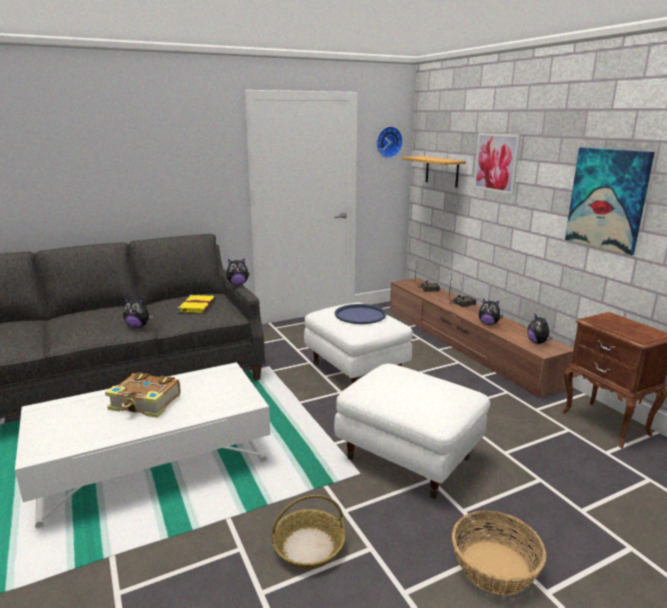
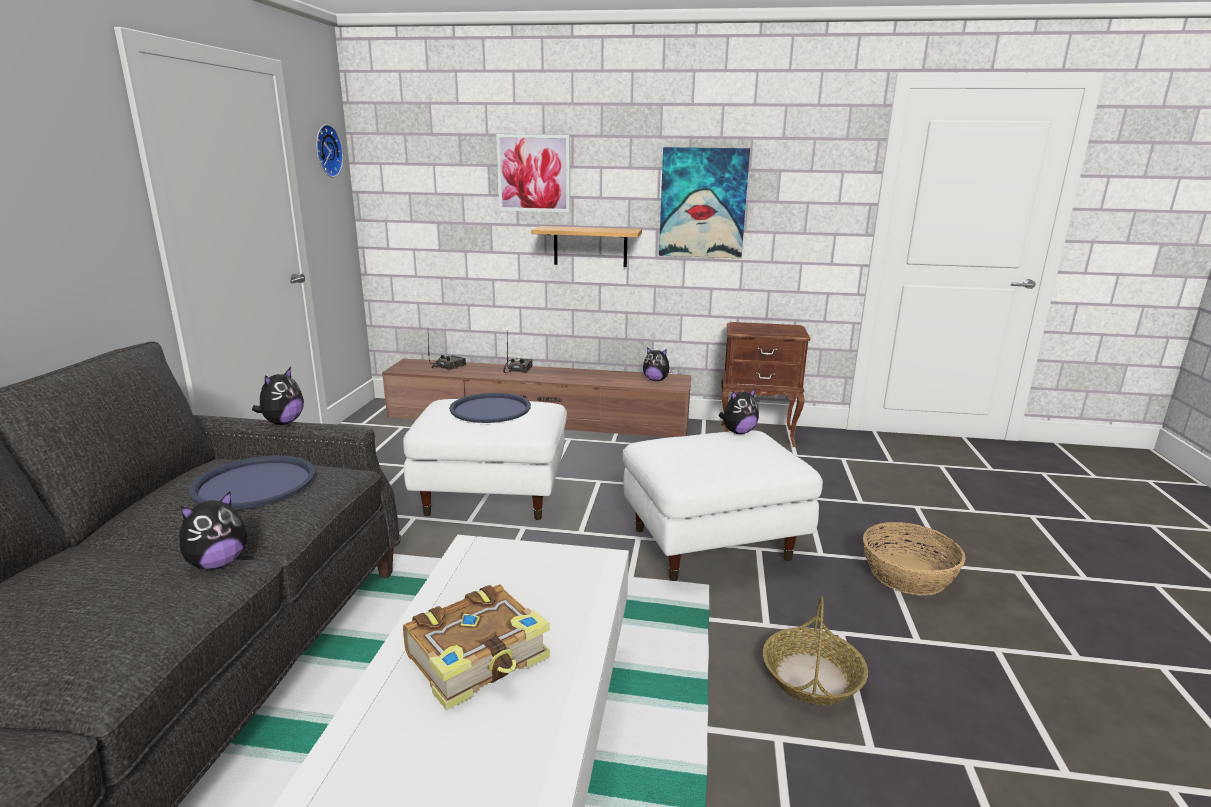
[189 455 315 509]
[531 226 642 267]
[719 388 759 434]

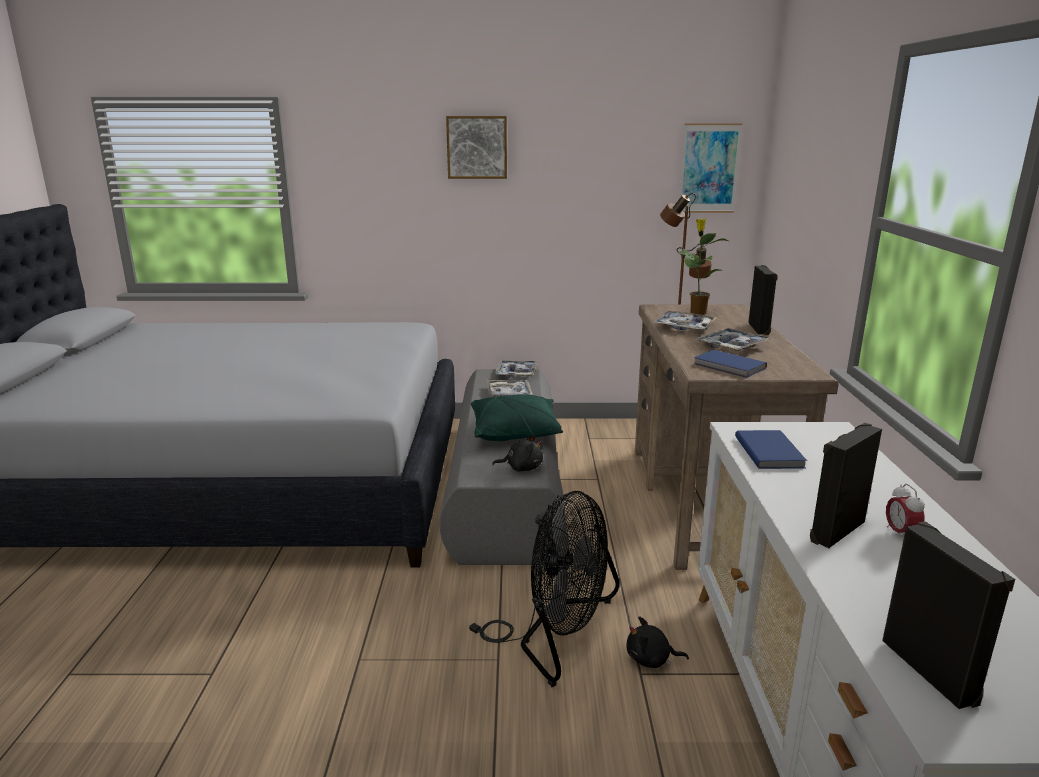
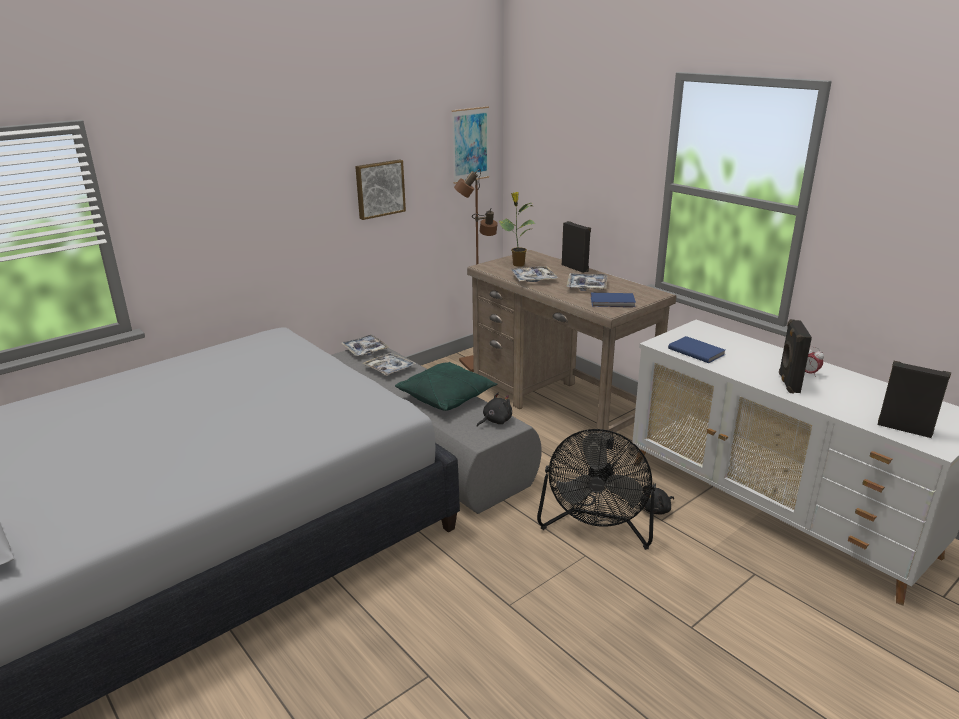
[355 159 406 220]
[537 429 656 550]

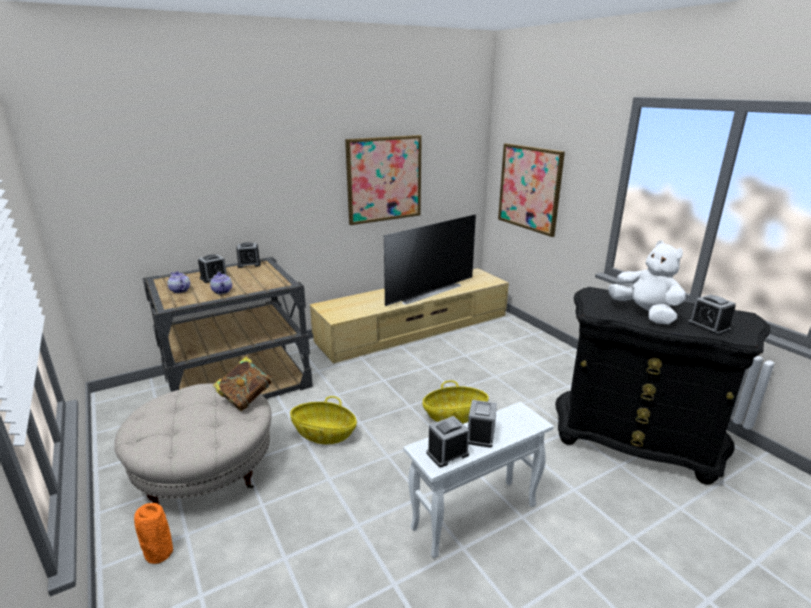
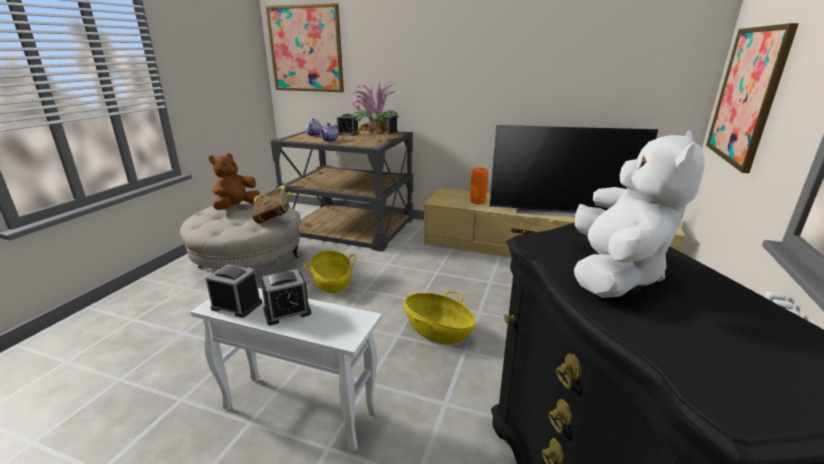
[209 153 260 210]
[266 3 344 92]
[350 82 399 137]
[470 167 488 204]
[688 294 736 335] (first image)

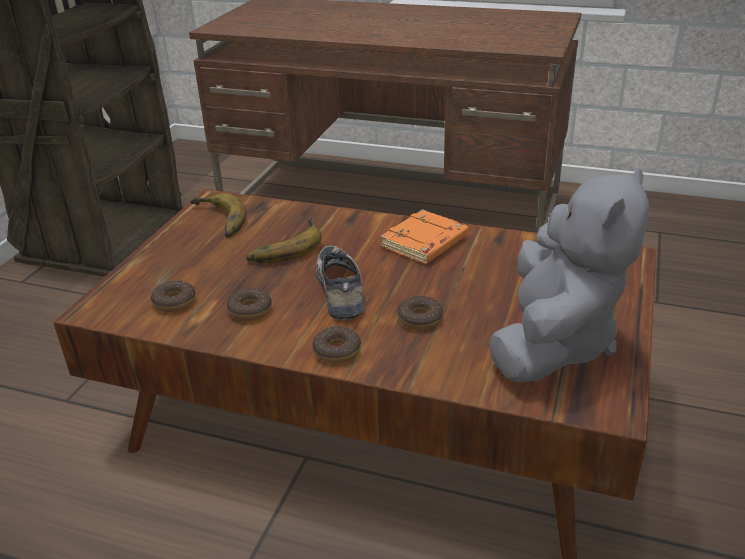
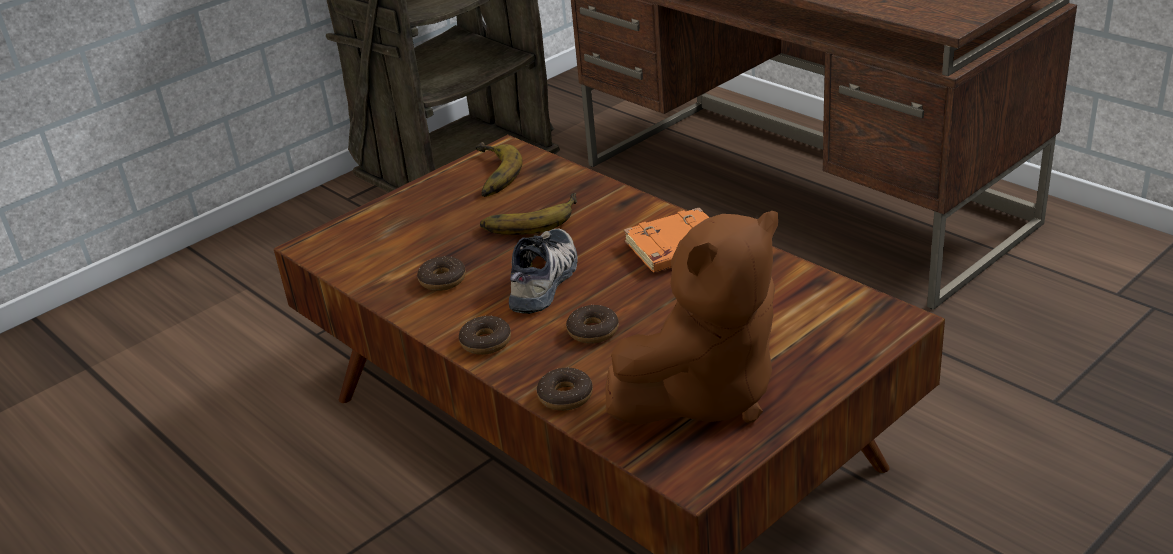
[537 368 593 411]
[605 211 778 425]

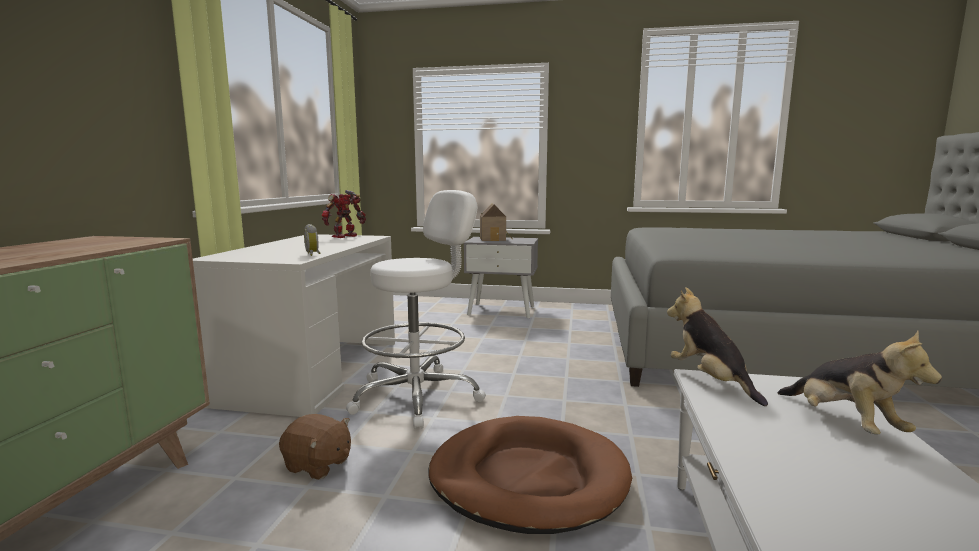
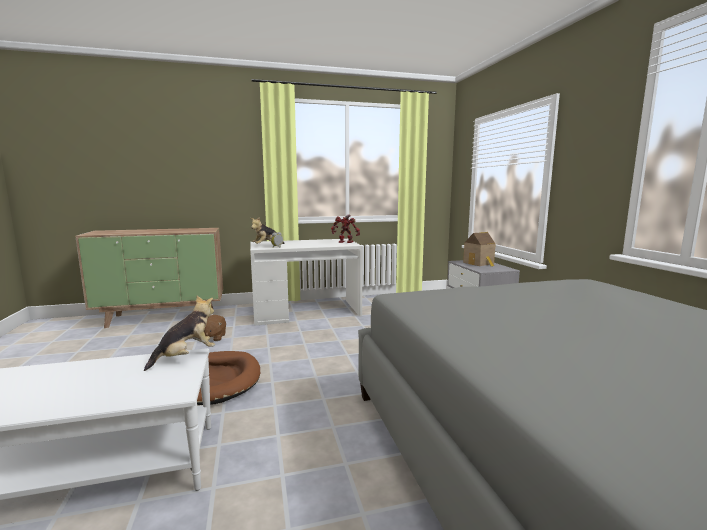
[251 217 285 244]
[346 190 486 429] (first image)

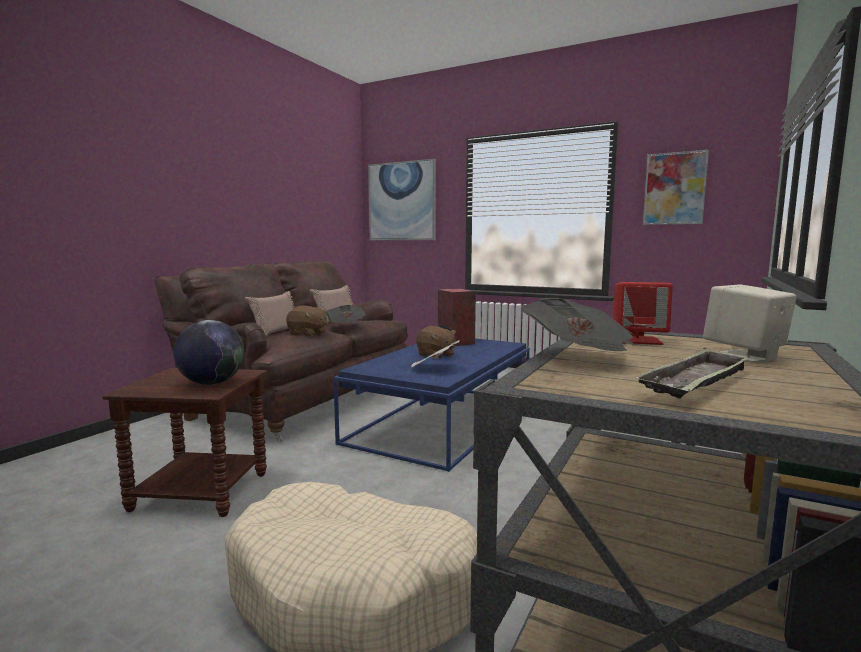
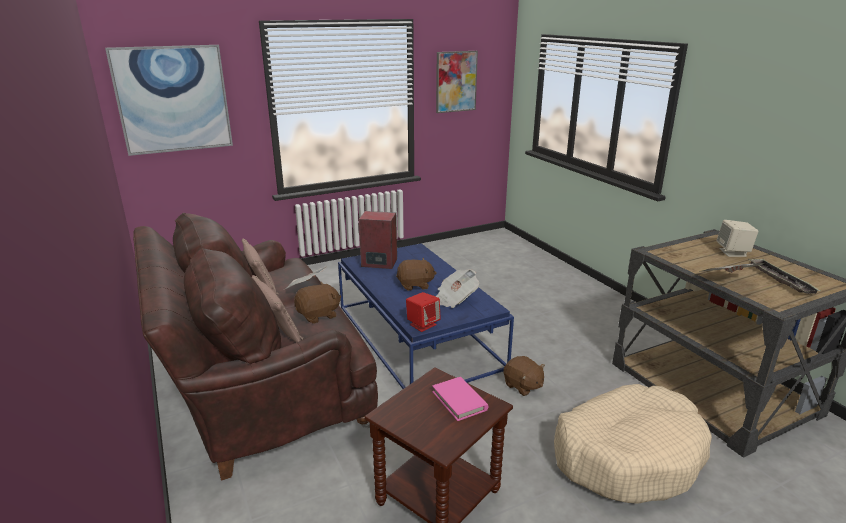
[406 292 441 332]
[432 377 488 421]
[503 356 545 396]

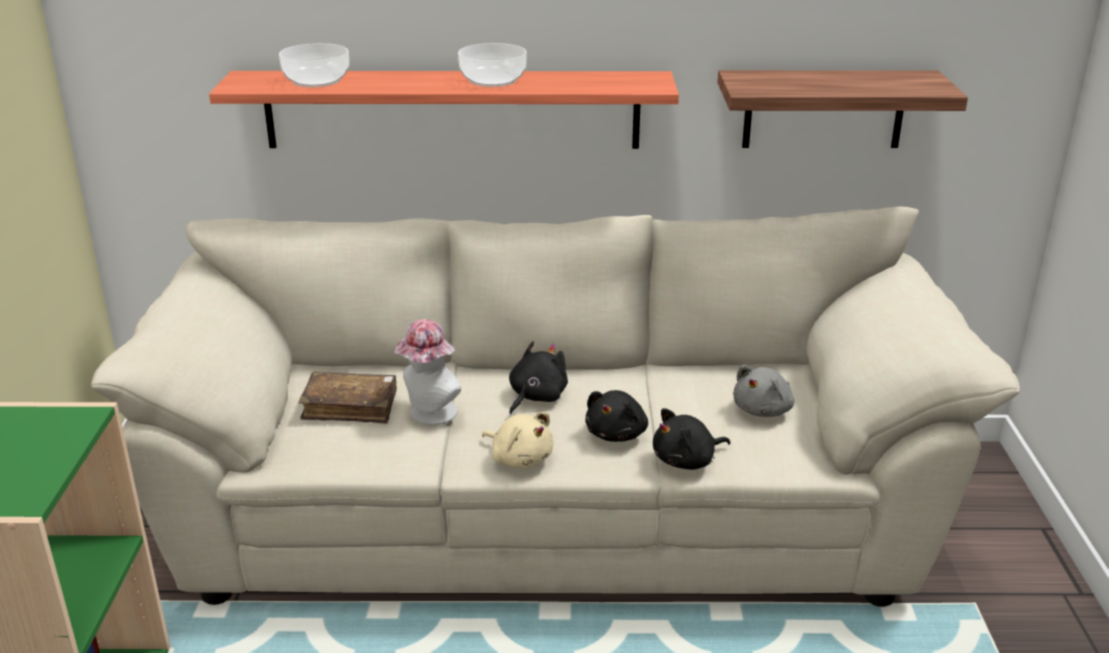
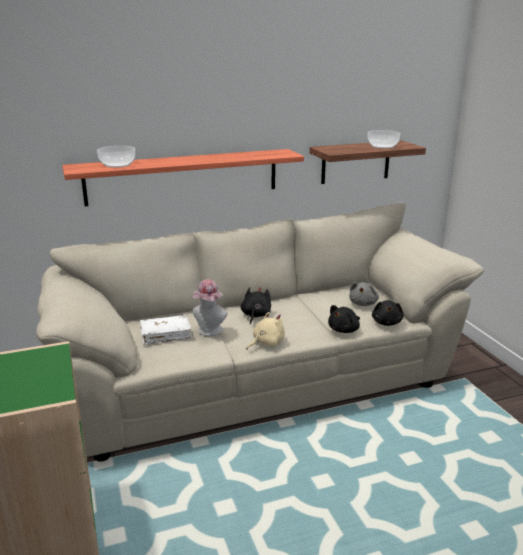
[140 315 191 345]
[246 312 285 349]
[368 130 400 149]
[372 300 404 326]

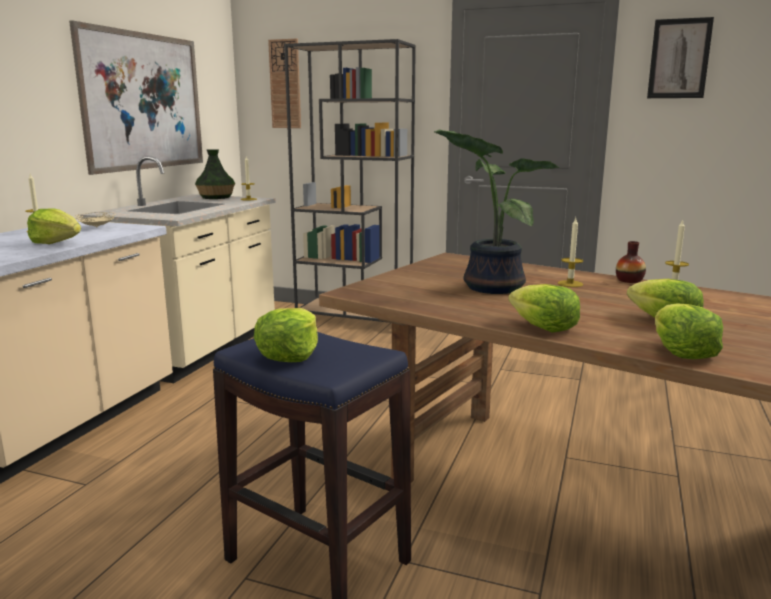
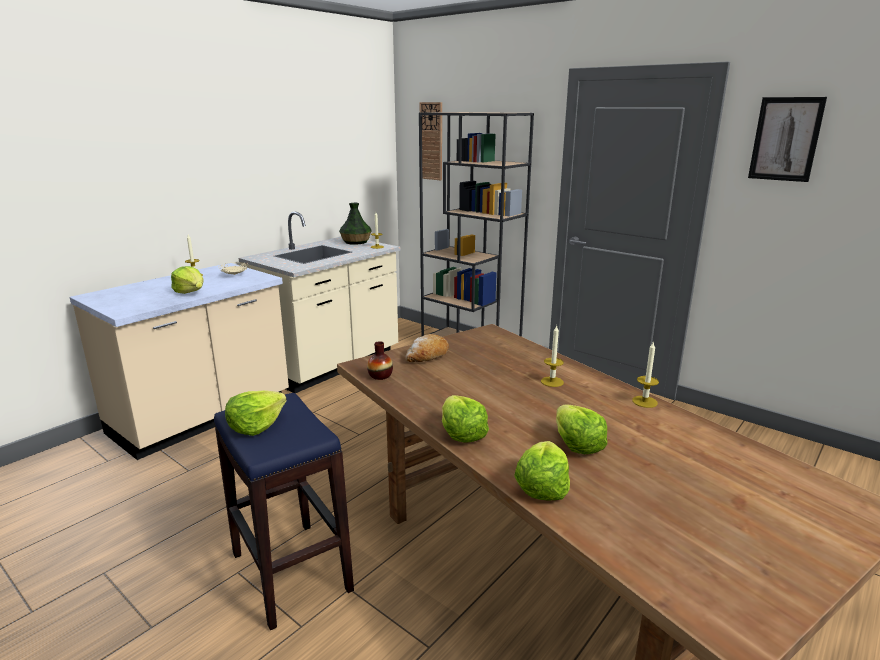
[367 341 393 380]
[406 334 449 362]
[69 20 203 175] (first image)
[434 129 560 294] (first image)

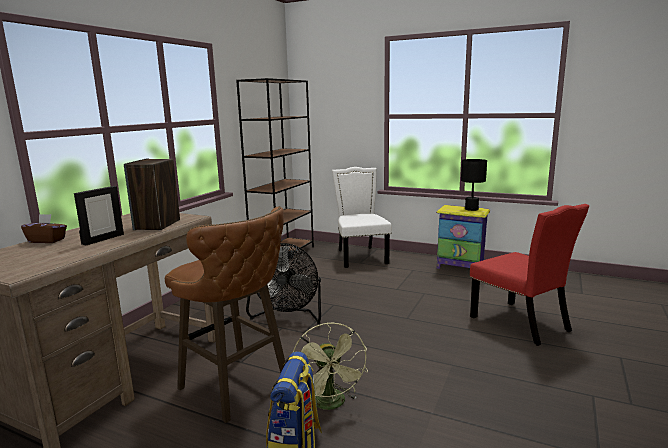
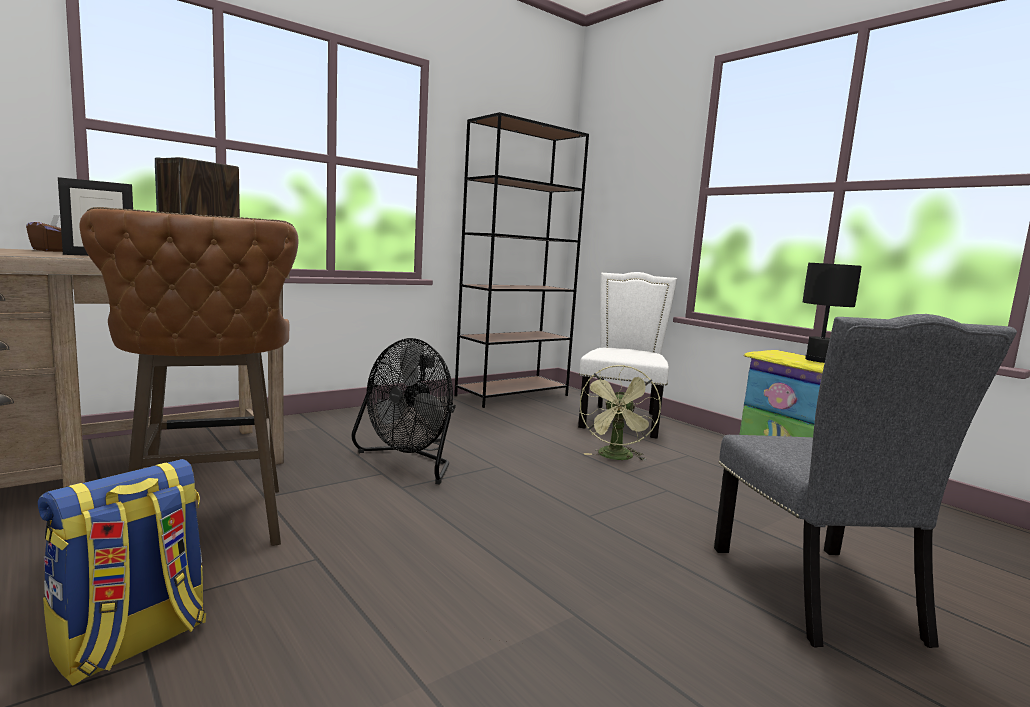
[580 365 661 461]
[714 314 1017 648]

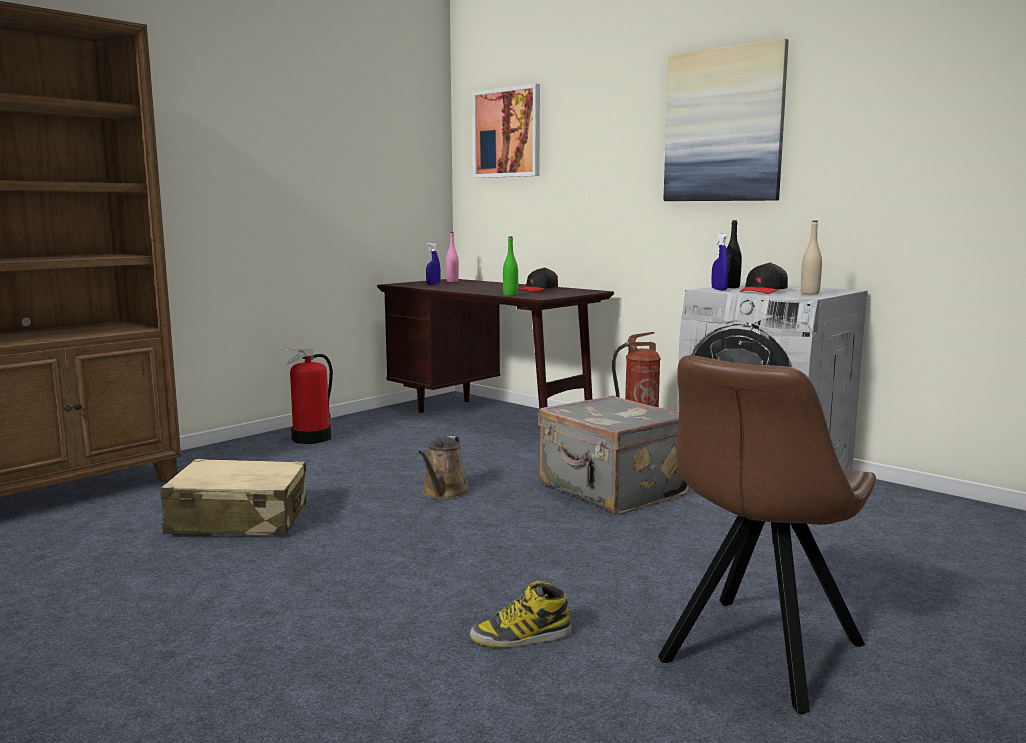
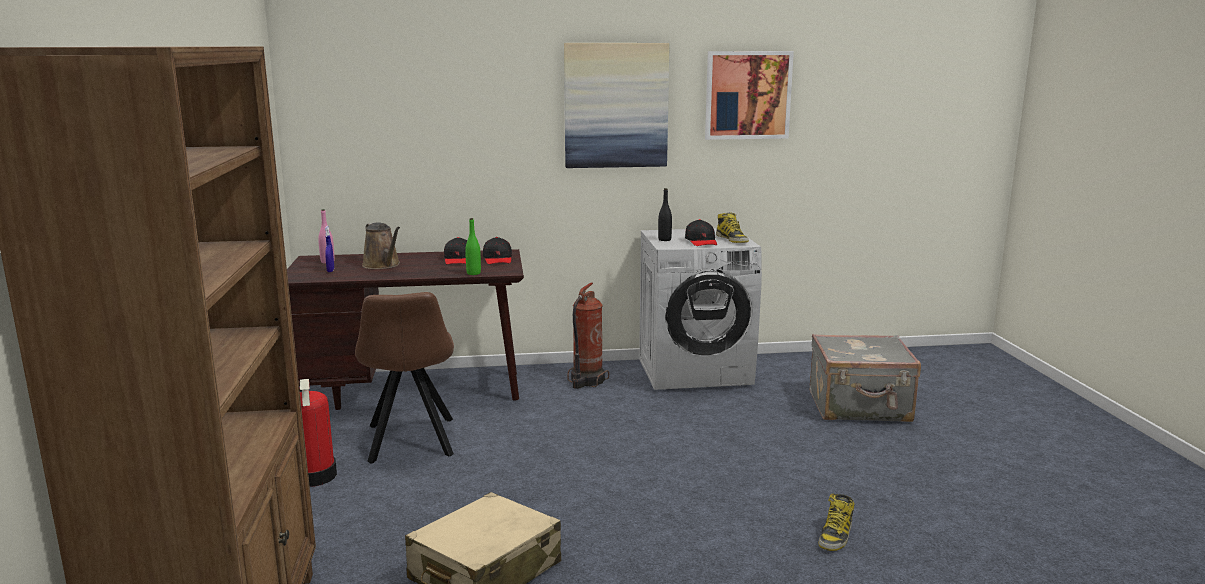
[355 292 454 463]
[362 222 400 269]
[483 237 512 264]
[705 51 794 140]
[716 212 749 243]
[810 334 921 422]
[711 233 729 290] (first image)

